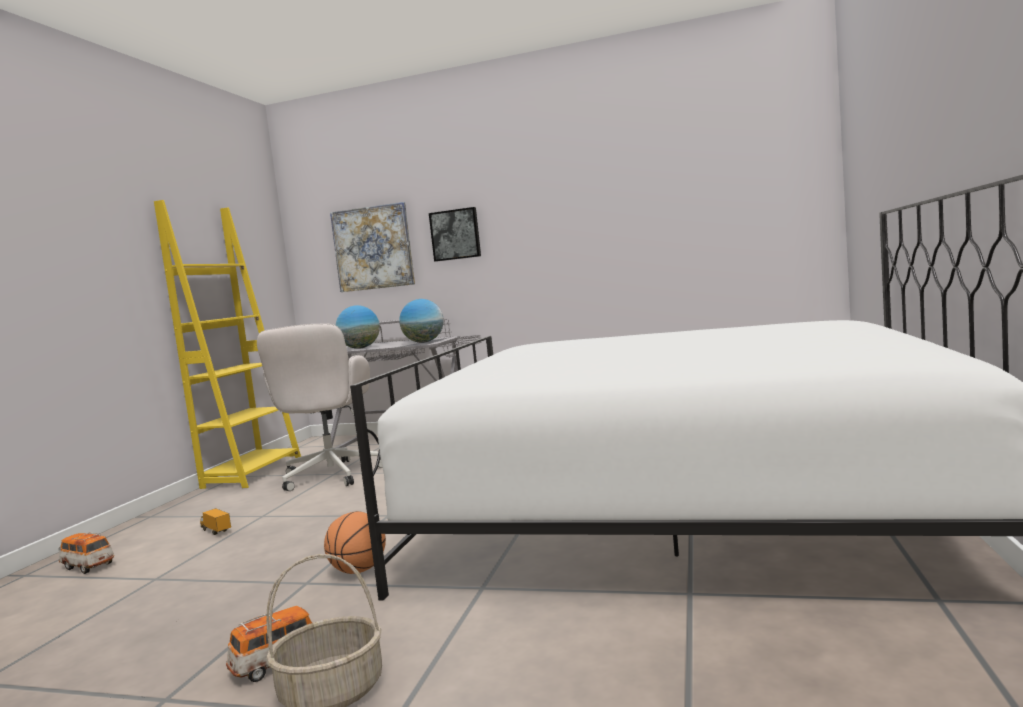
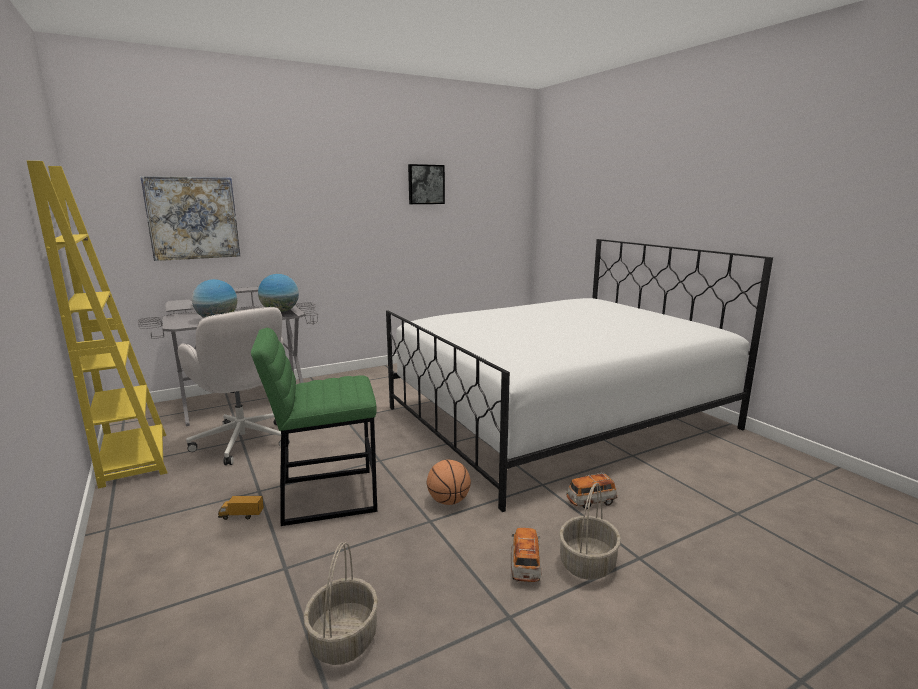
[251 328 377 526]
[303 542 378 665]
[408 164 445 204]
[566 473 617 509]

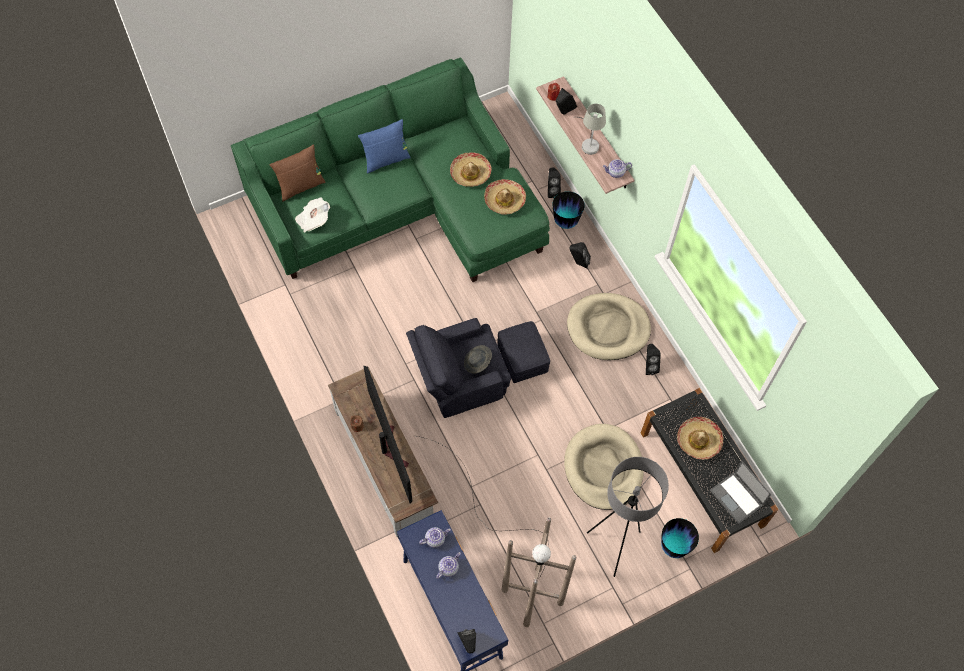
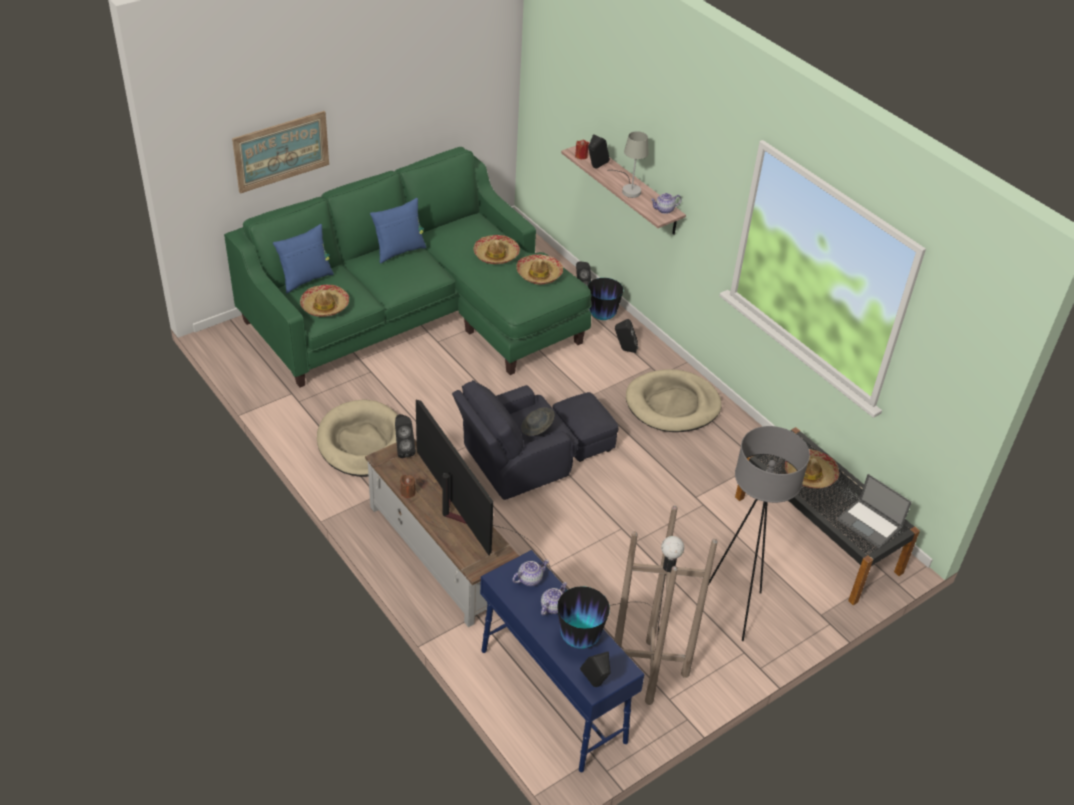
[232 111 329 194]
[273 224 334 293]
[300 284 349 317]
[317 400 398 477]
[395 414 416 458]
[557 586 610 649]

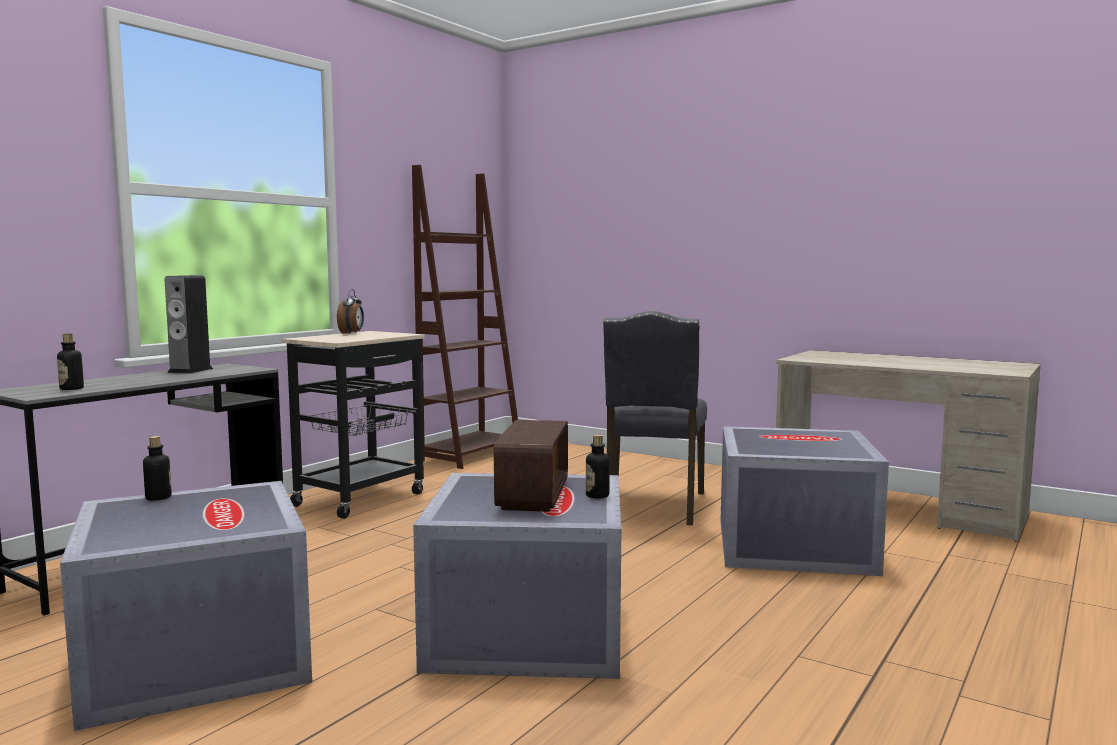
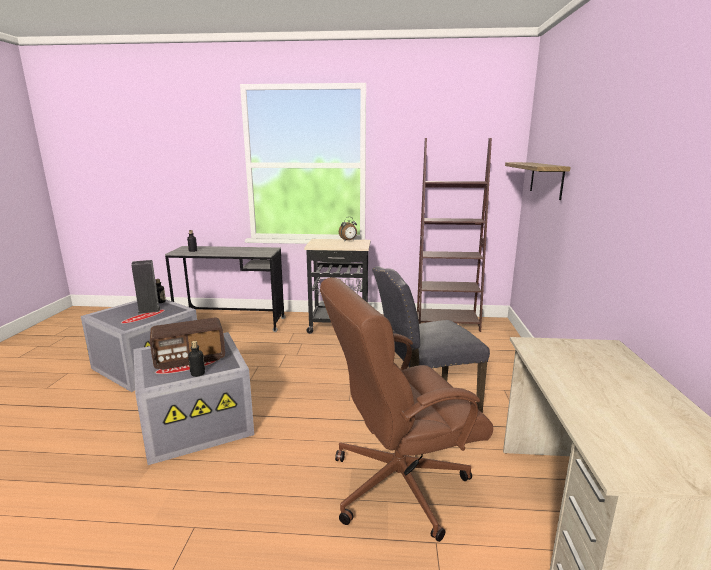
[131 260 161 314]
[320 277 493 542]
[505 162 571 200]

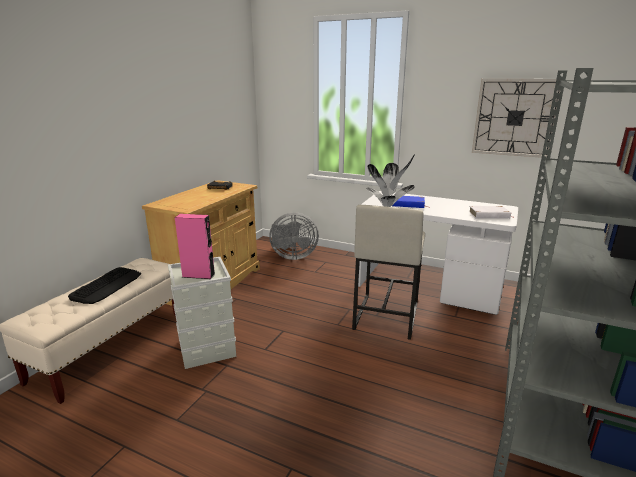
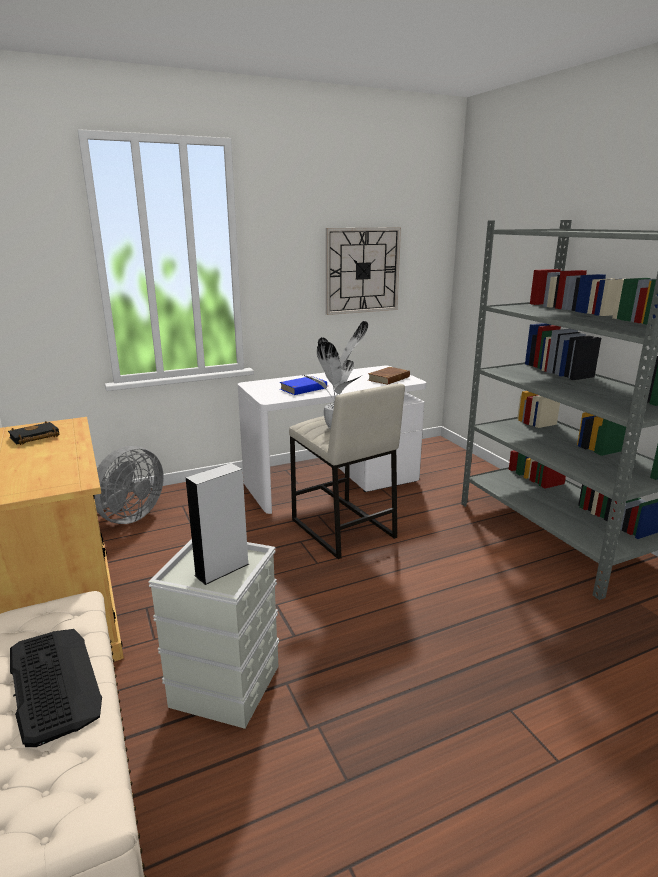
[186 463 249 585]
[368 367 410 385]

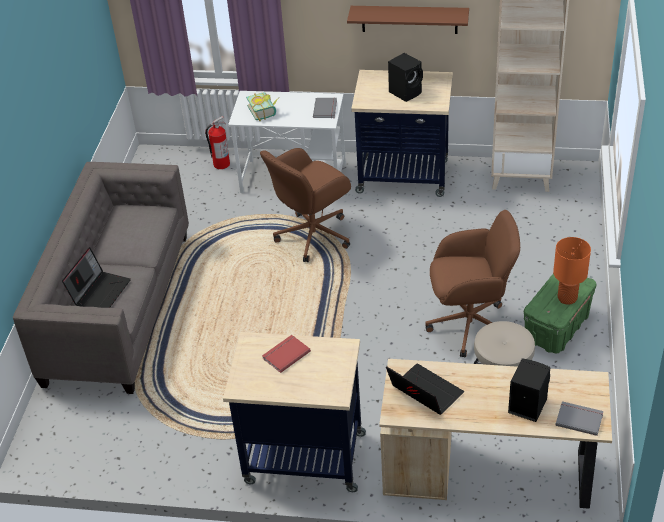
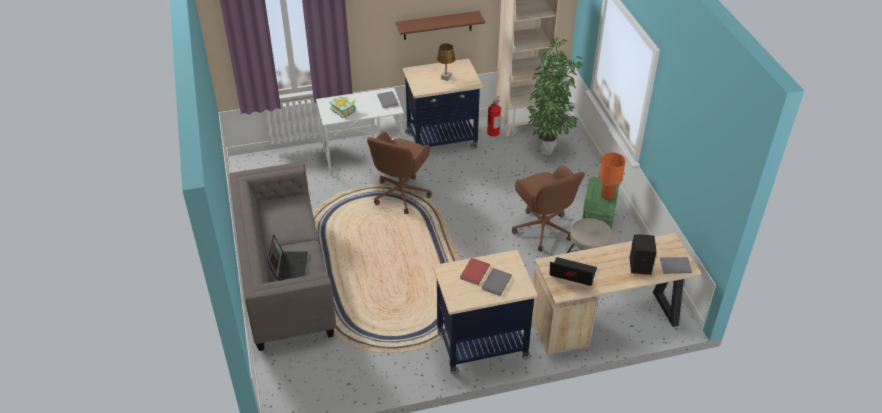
[437 43 456 81]
[482 268 512 296]
[487 96 501 137]
[512 166 585 251]
[526 38 583 155]

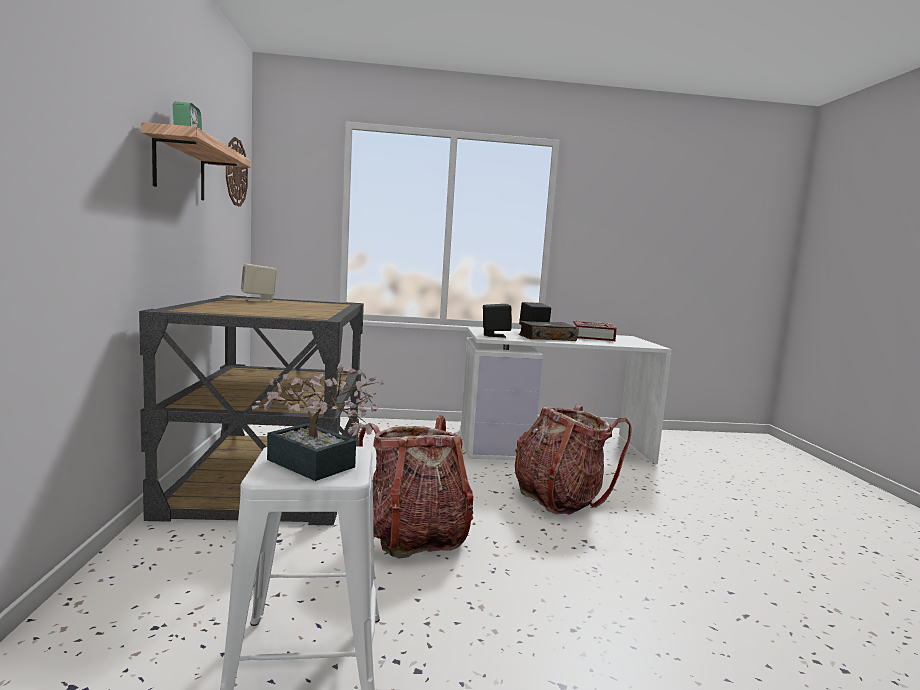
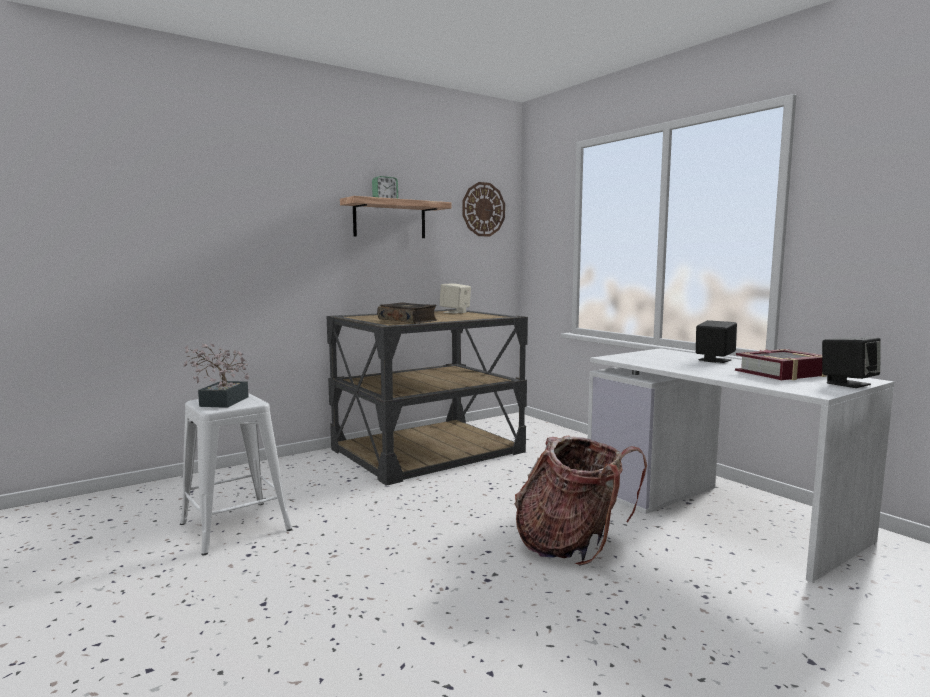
[377 302 437 324]
[822 337 881 388]
[358 415 473 559] (first image)

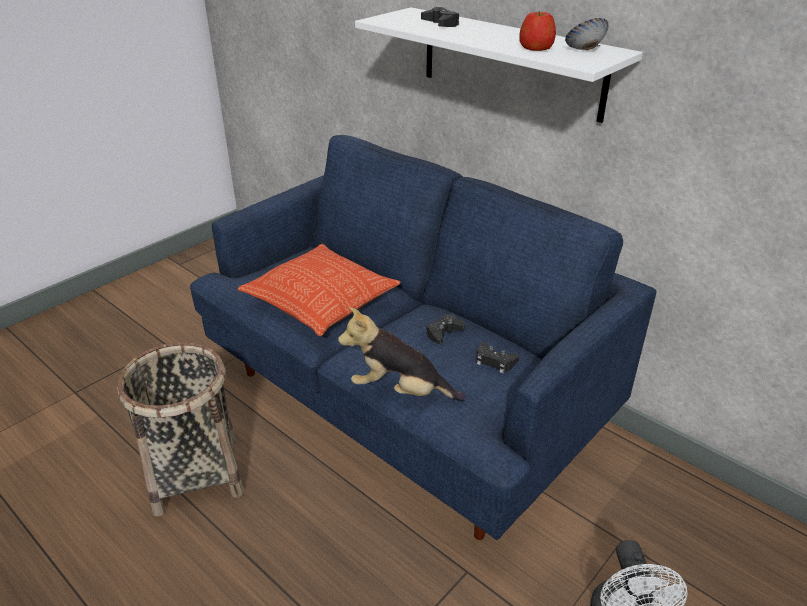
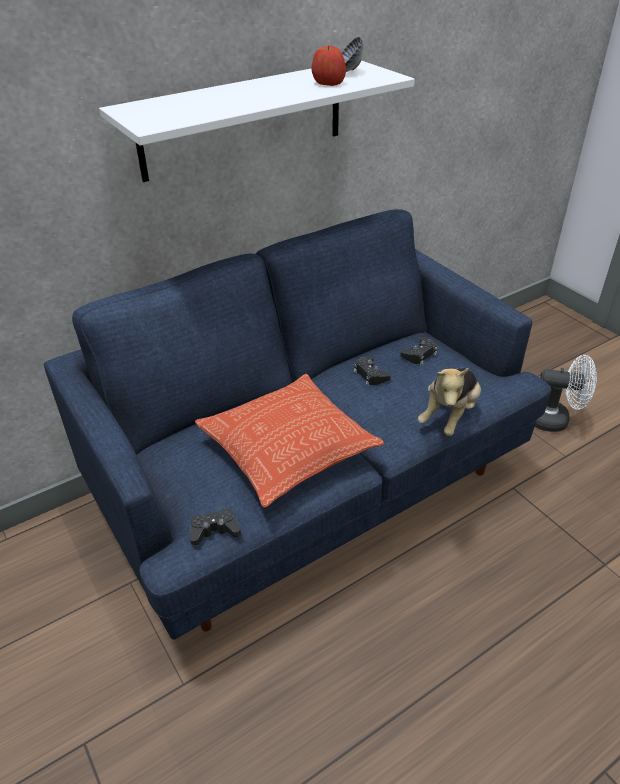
[190 508 241 546]
[117 342 244 516] (first image)

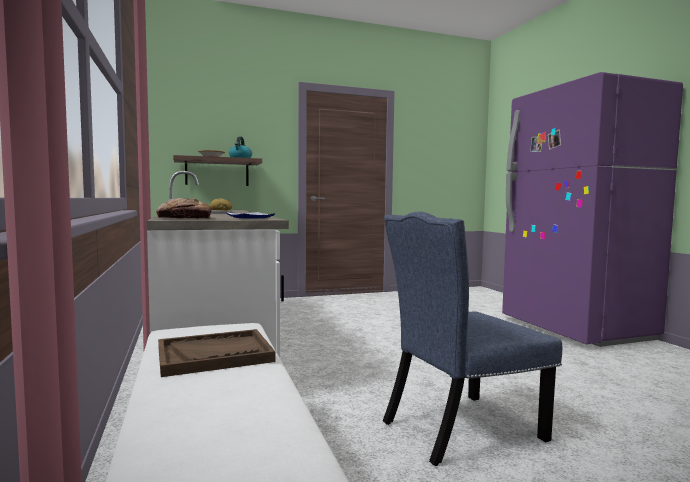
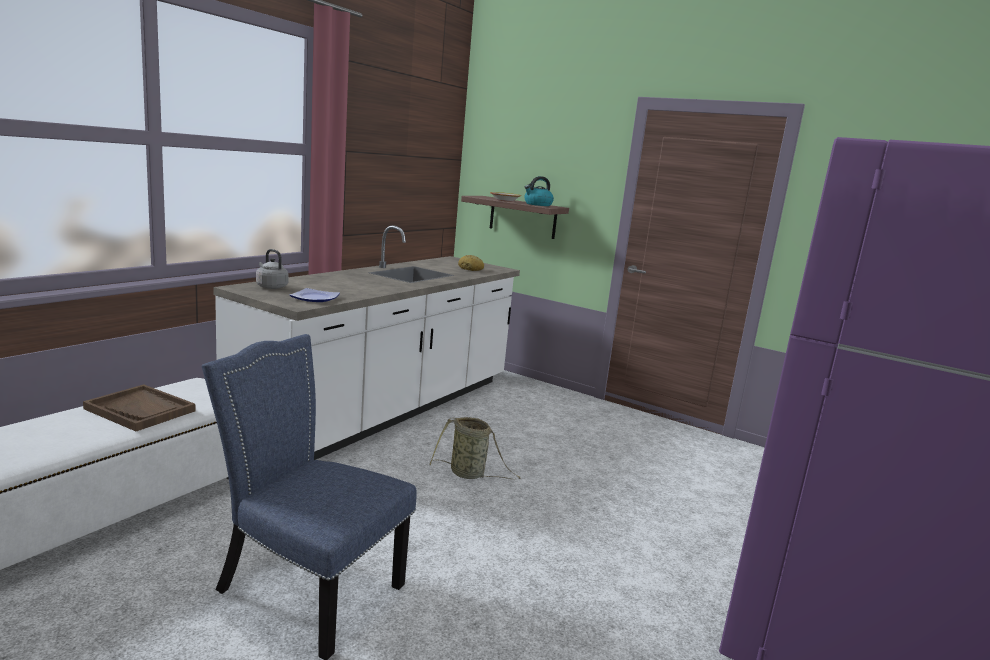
[256 249 289 289]
[429 417 520 479]

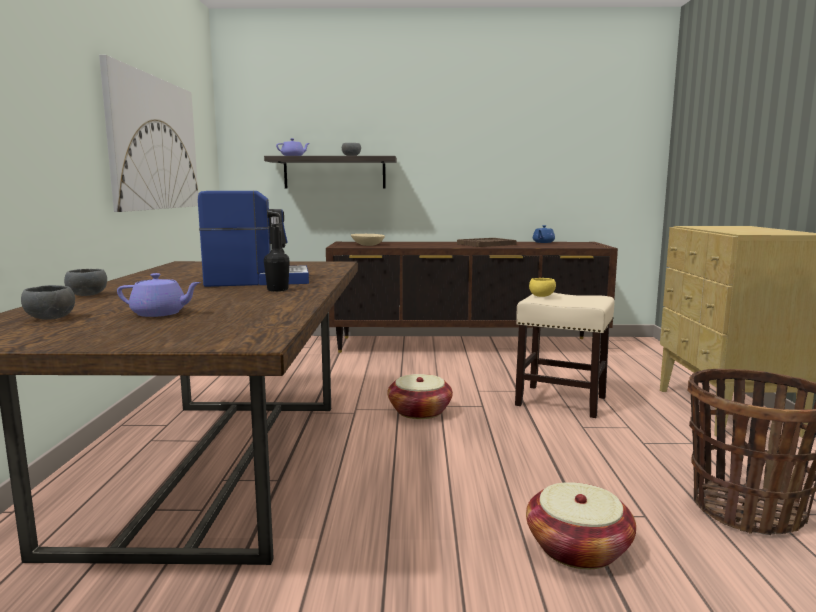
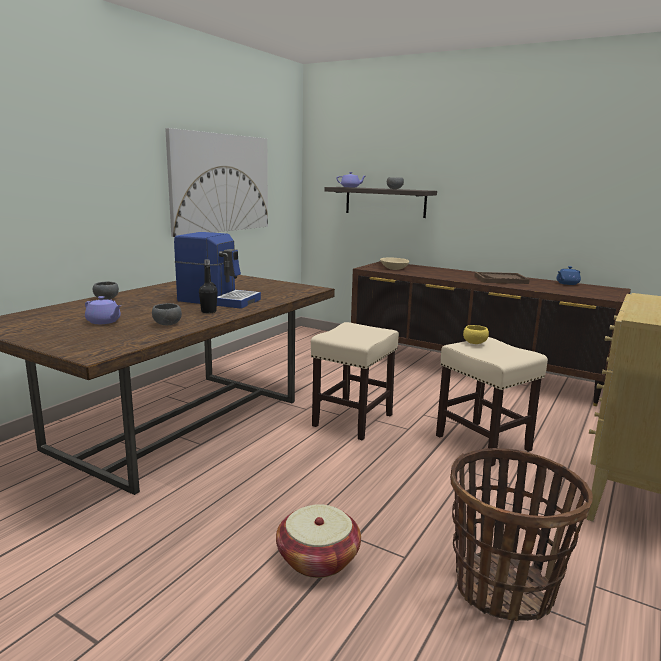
[152 303 182 325]
[311 322 399 440]

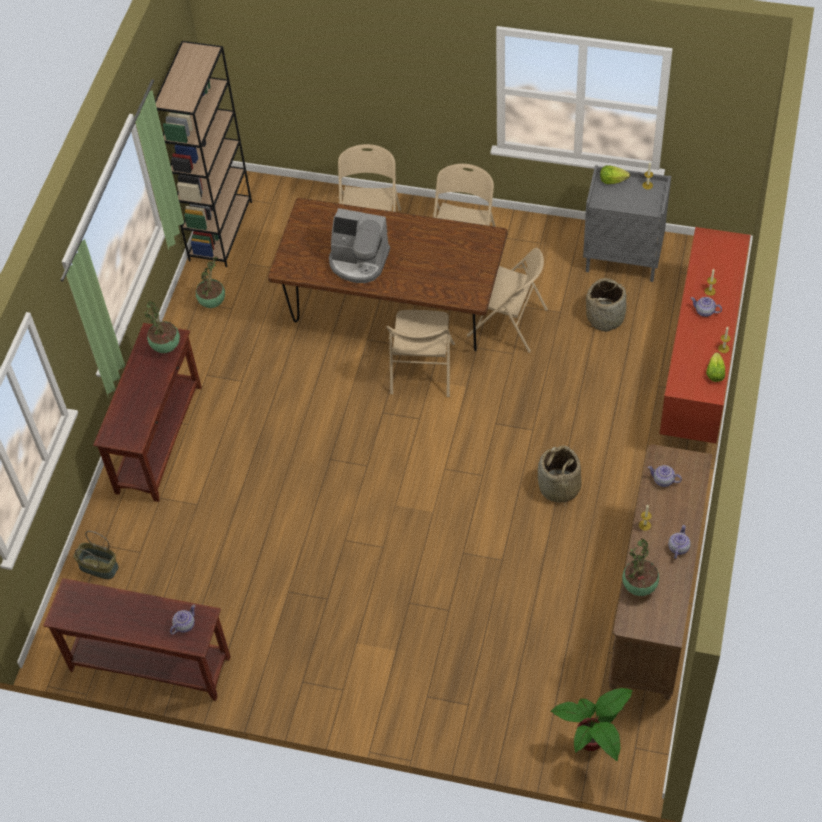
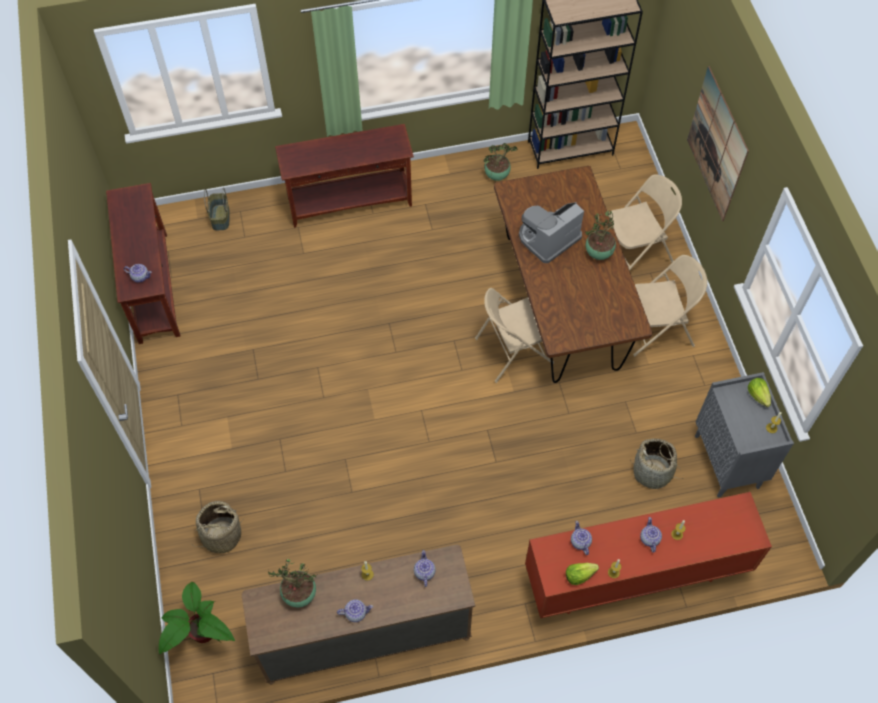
[190 501 243 553]
[519 202 584 263]
[571 521 592 555]
[585 210 616 260]
[687 66 749 221]
[467 248 548 353] (first image)

